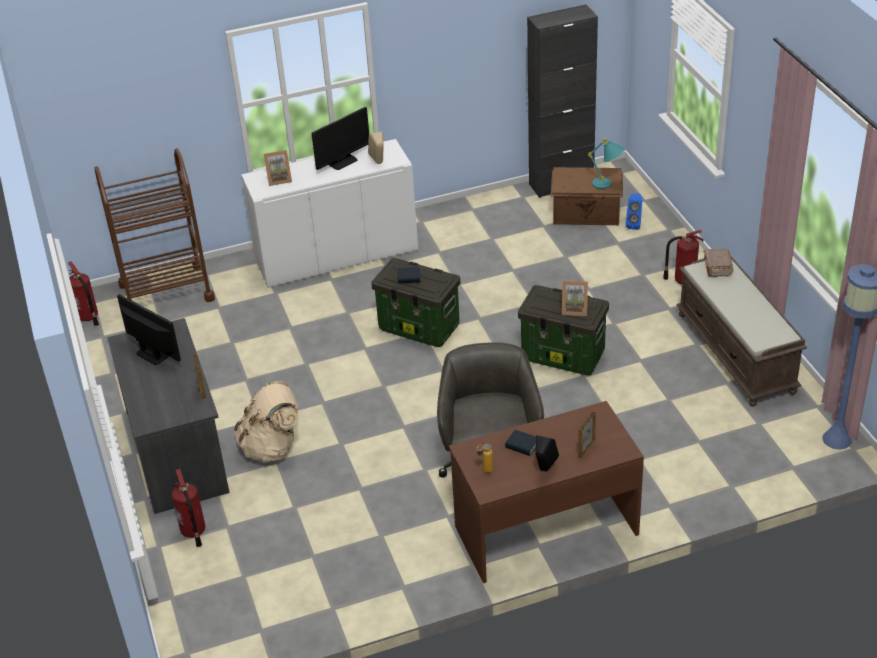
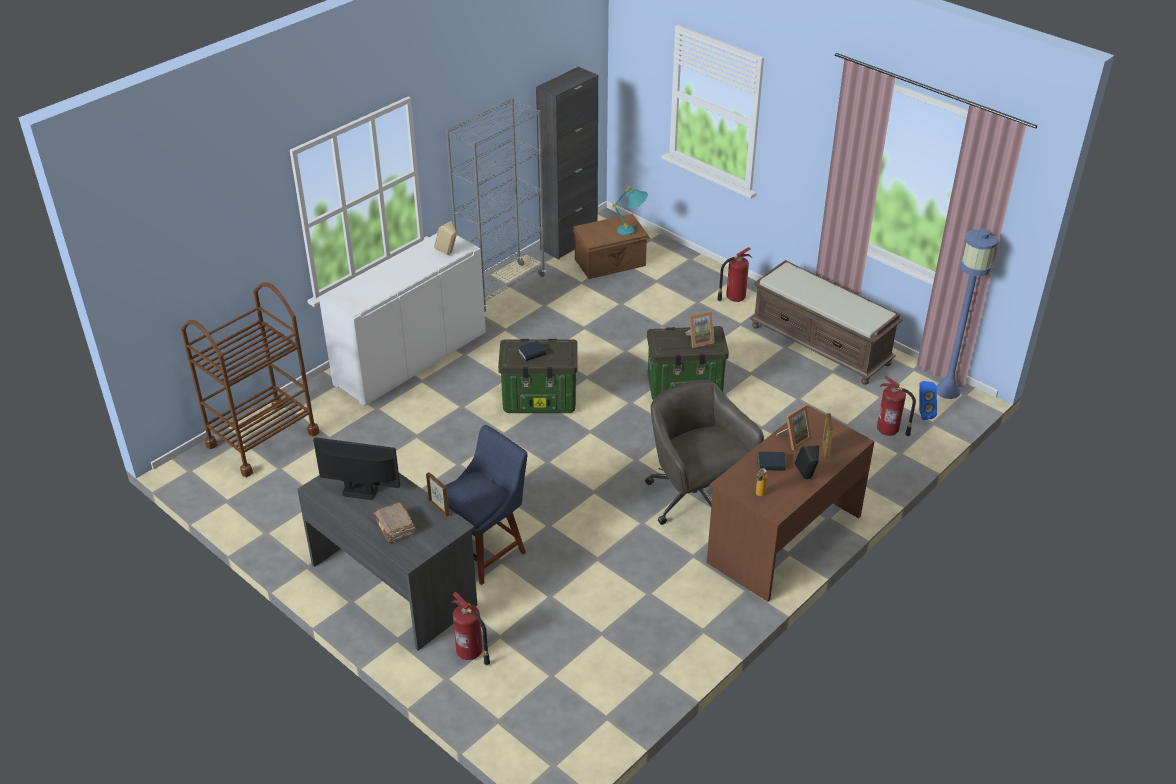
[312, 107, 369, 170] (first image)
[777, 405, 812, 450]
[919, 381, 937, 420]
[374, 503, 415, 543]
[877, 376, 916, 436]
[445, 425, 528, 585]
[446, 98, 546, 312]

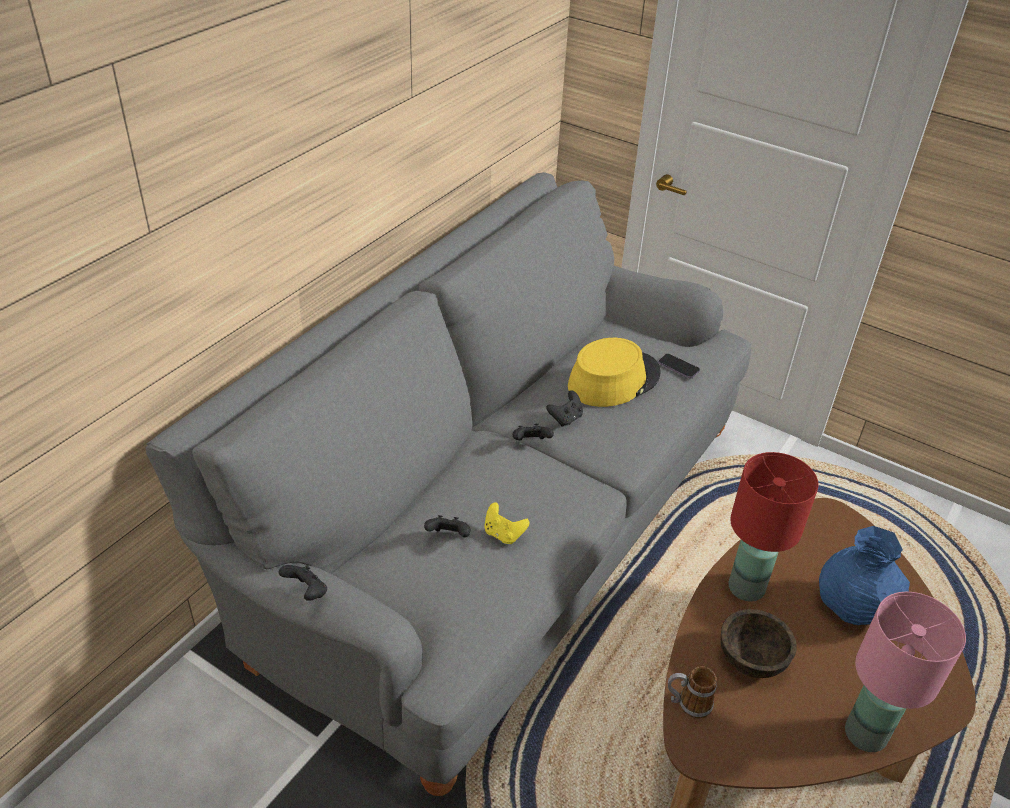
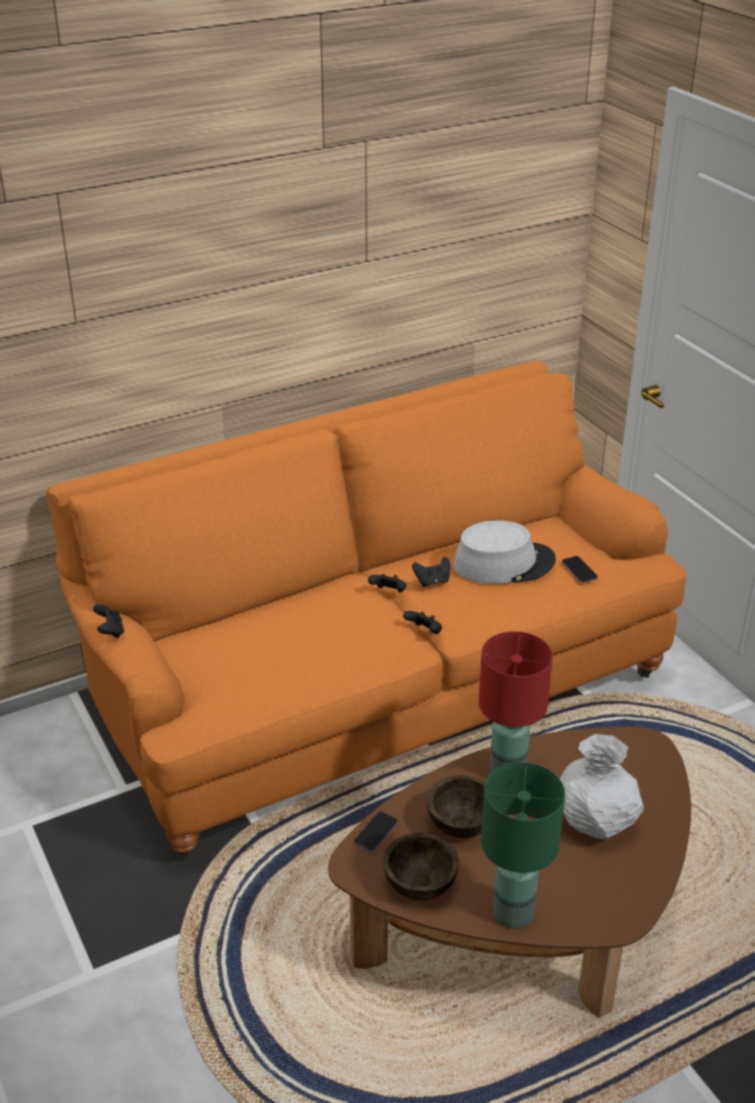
[46, 361, 686, 858]
[453, 520, 556, 584]
[484, 502, 529, 544] (first image)
[403, 611, 442, 634]
[560, 734, 644, 839]
[481, 762, 565, 929]
[354, 812, 398, 852]
[383, 833, 459, 901]

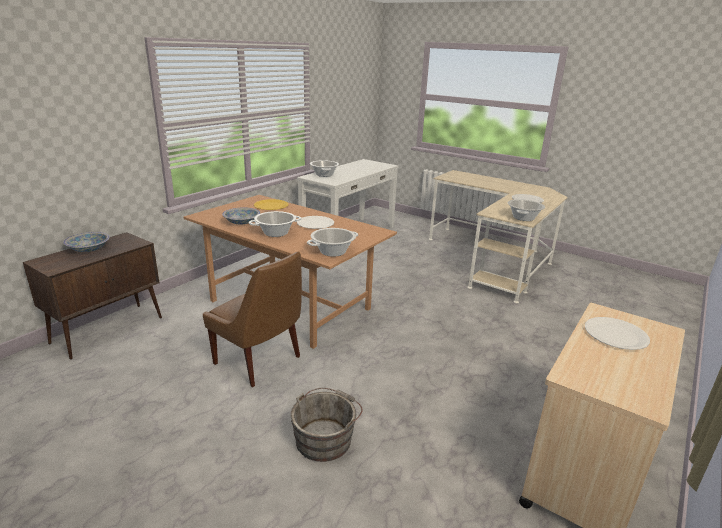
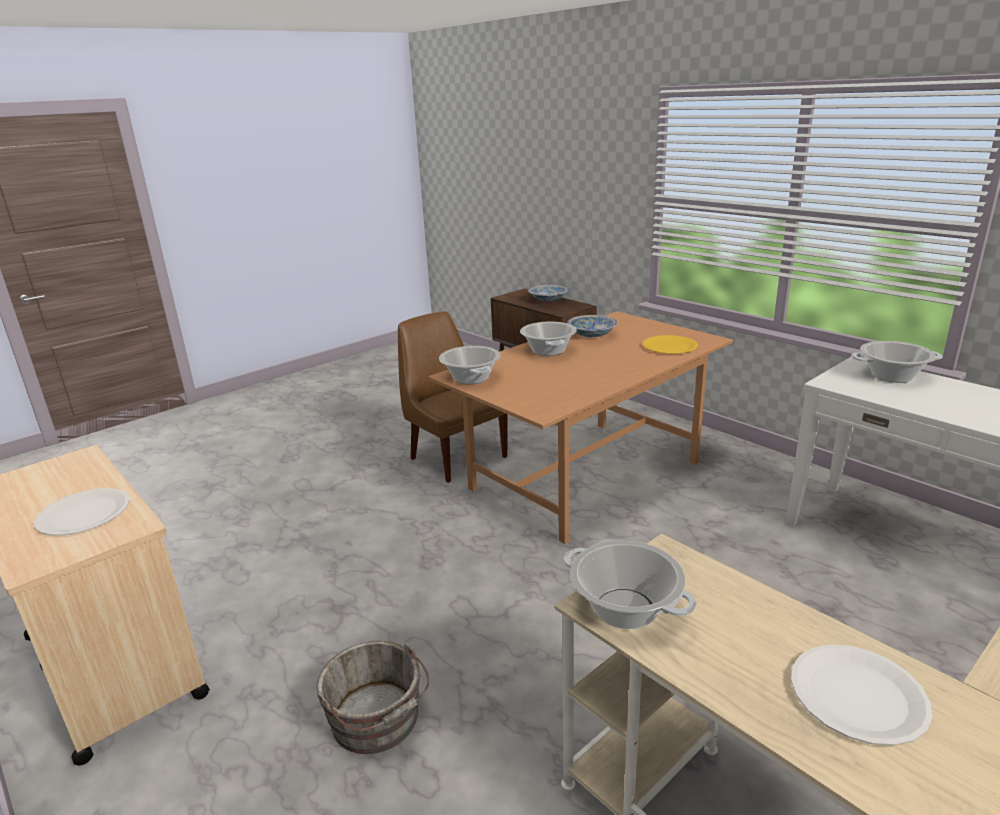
[297, 216, 334, 229] (first image)
[398, 311, 508, 483]
[317, 641, 429, 754]

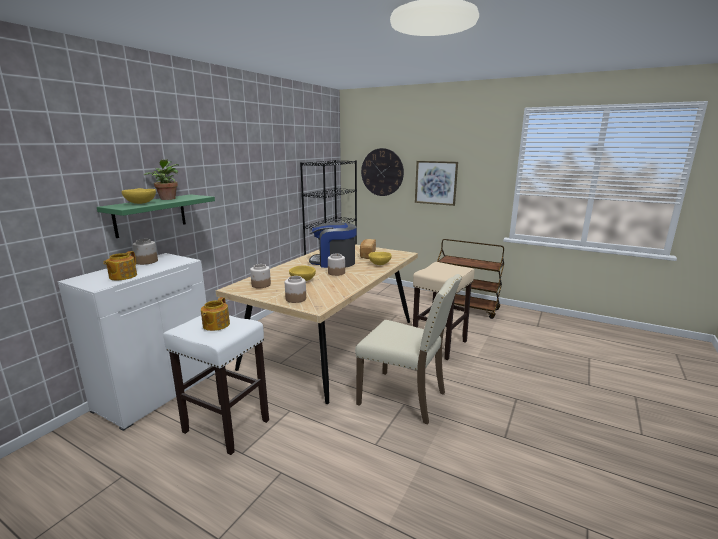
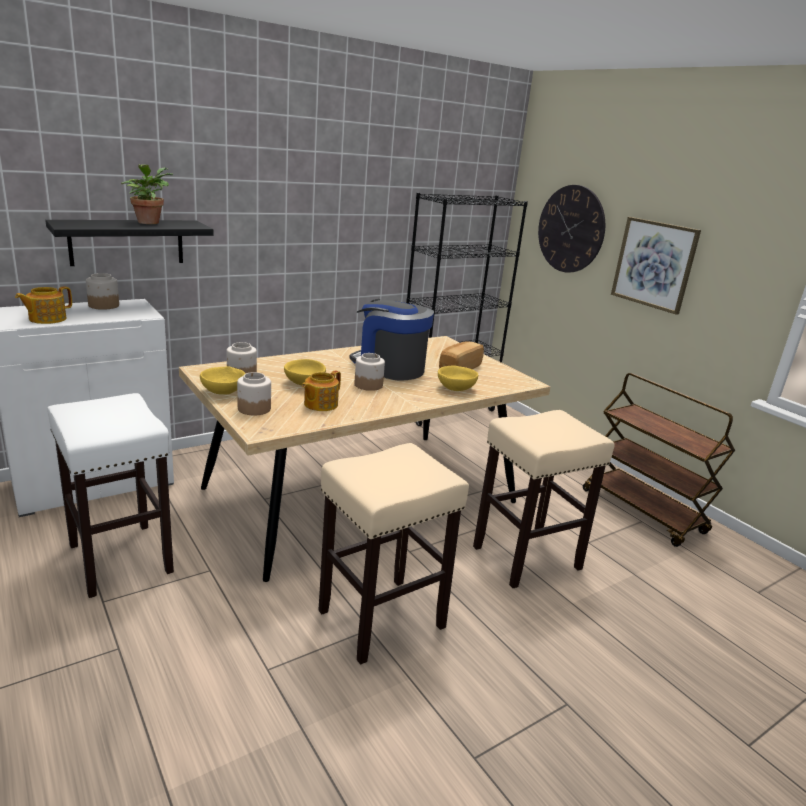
[200, 366, 246, 395]
[45, 220, 214, 266]
[318, 443, 469, 665]
[302, 370, 341, 411]

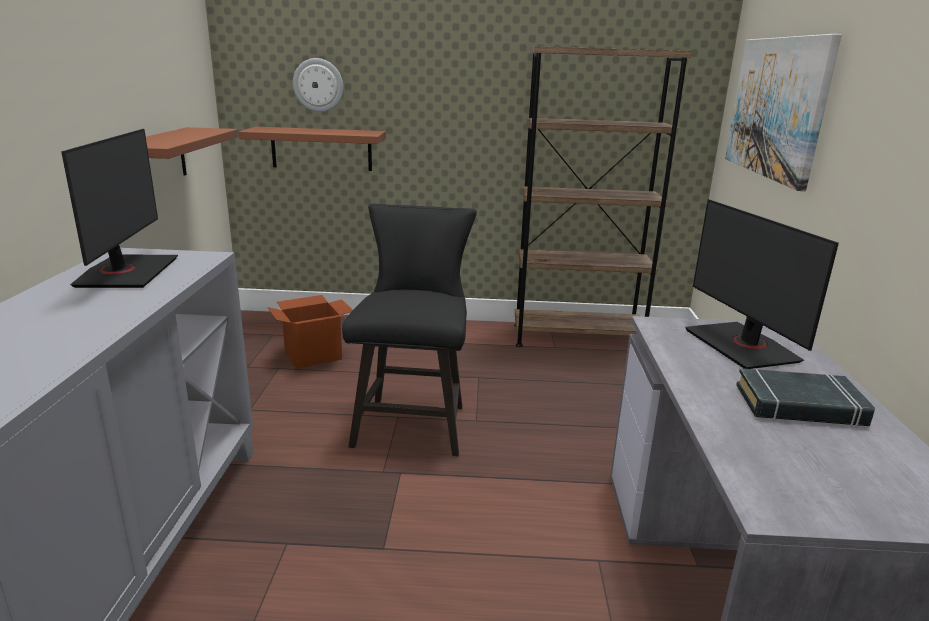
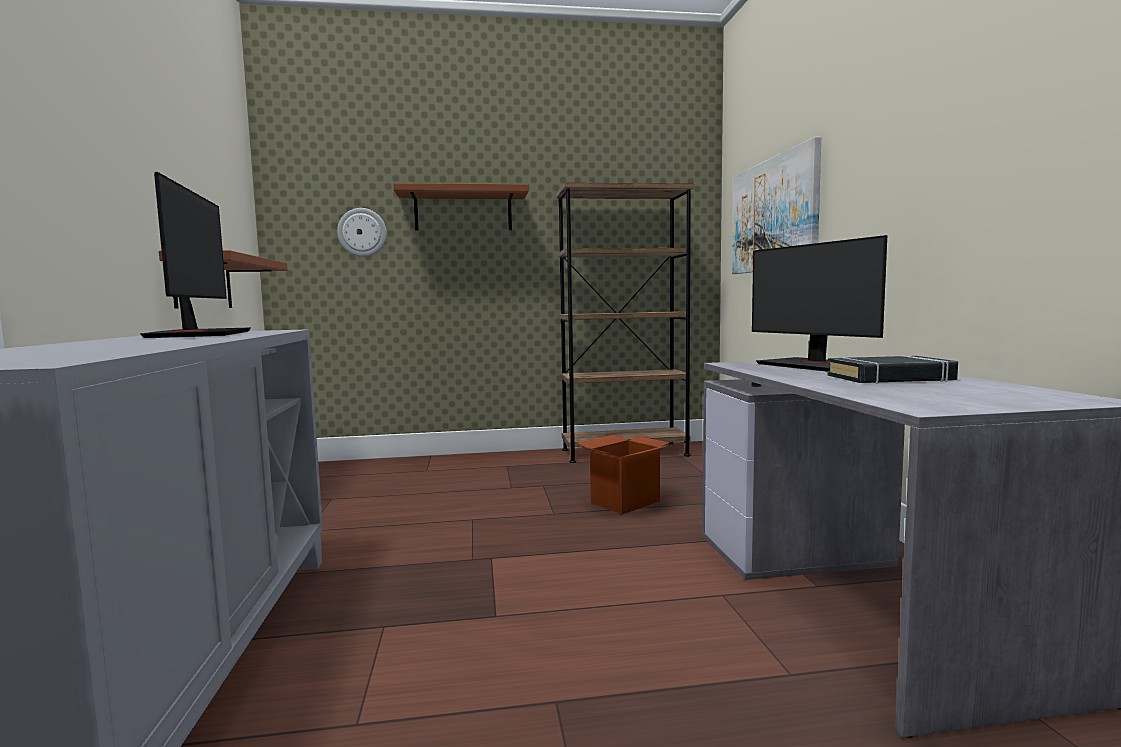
[393, 183, 529, 231]
[342, 204, 477, 456] (first image)
[576, 435, 676, 514]

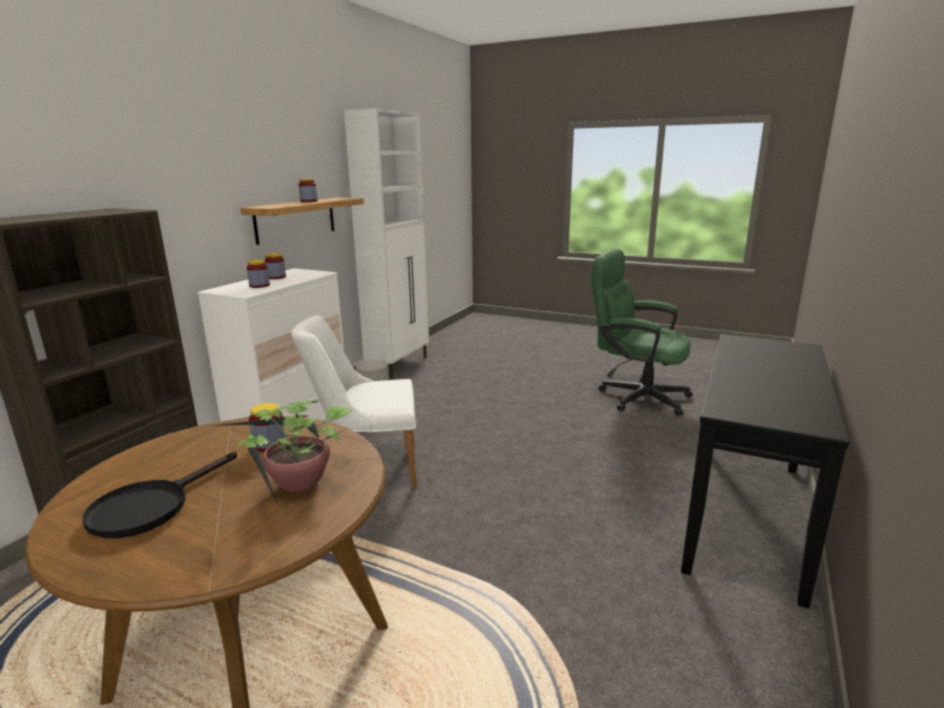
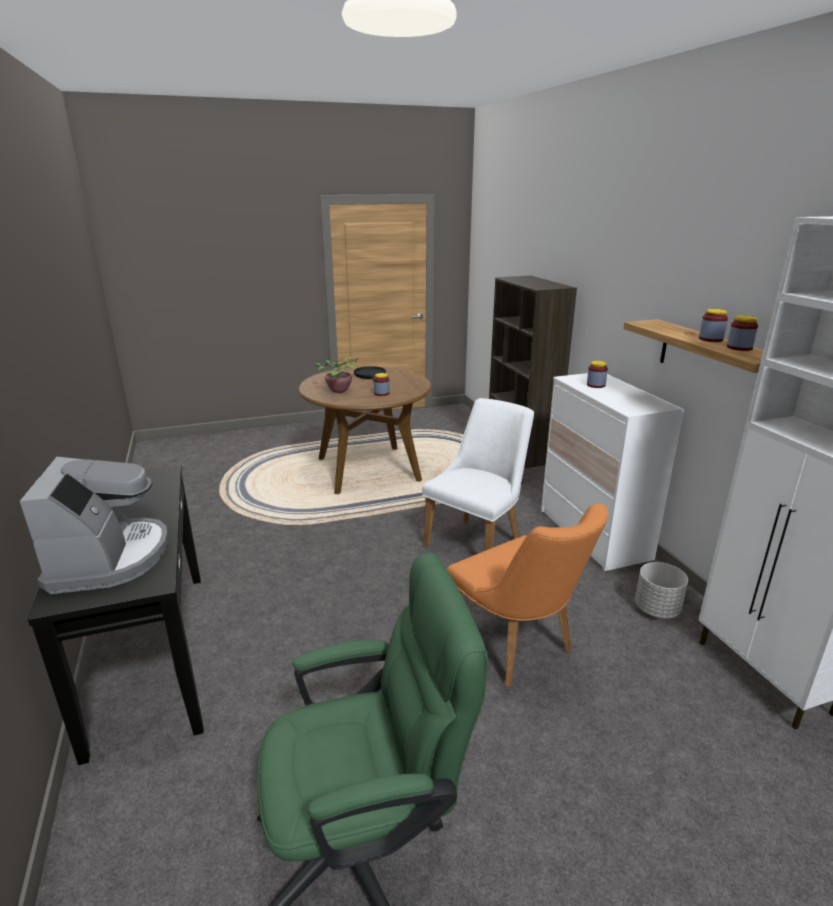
[727, 316, 758, 351]
[20, 457, 169, 594]
[447, 503, 608, 687]

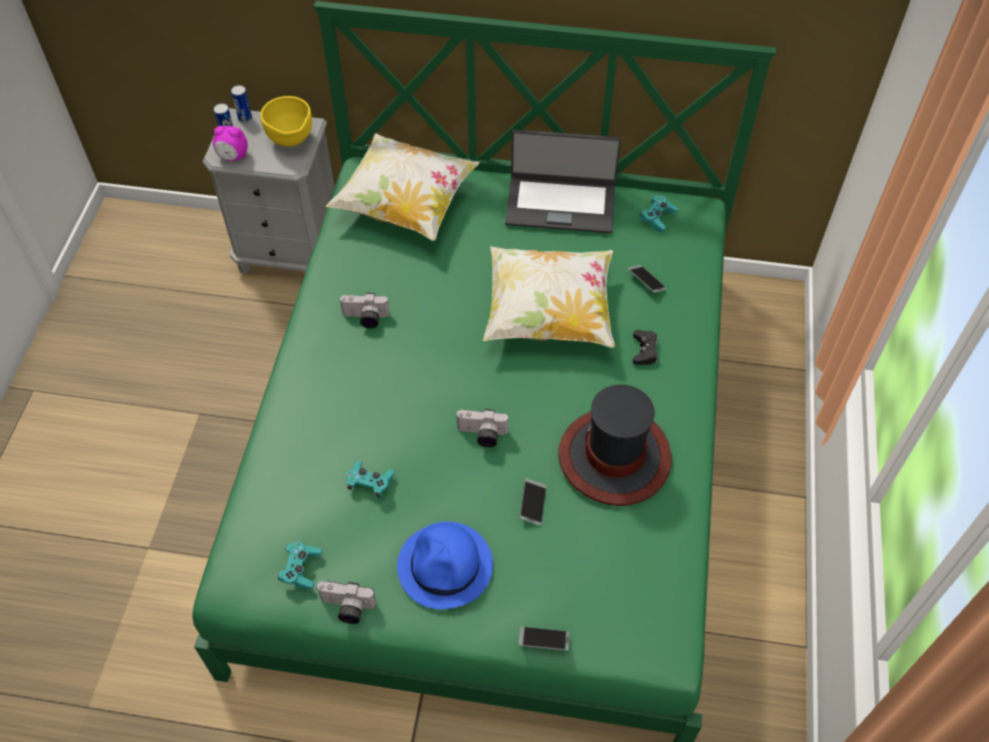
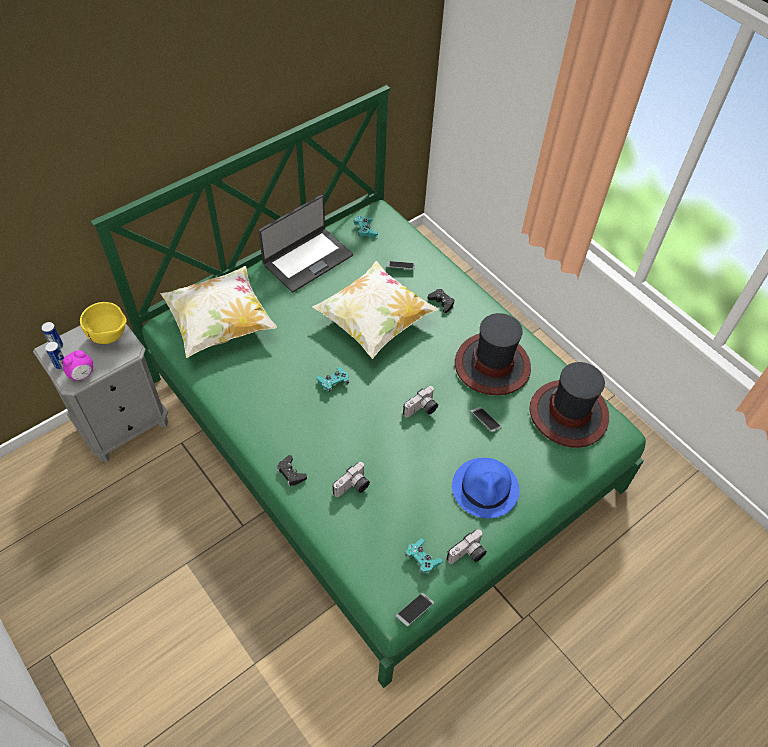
[332, 462, 370, 497]
[316, 367, 349, 393]
[396, 593, 434, 627]
[529, 362, 609, 448]
[277, 455, 307, 486]

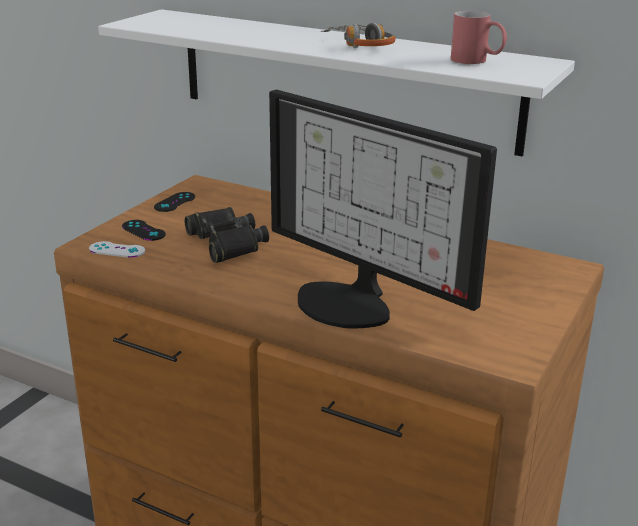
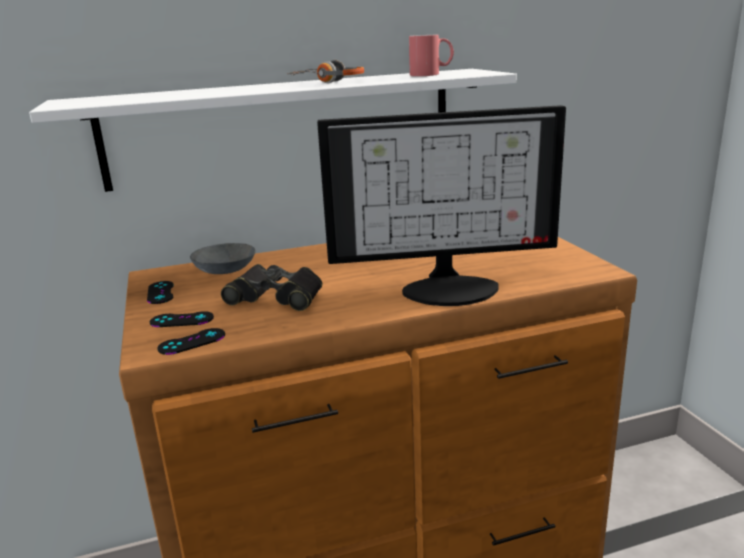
[157, 328, 225, 355]
[190, 243, 256, 274]

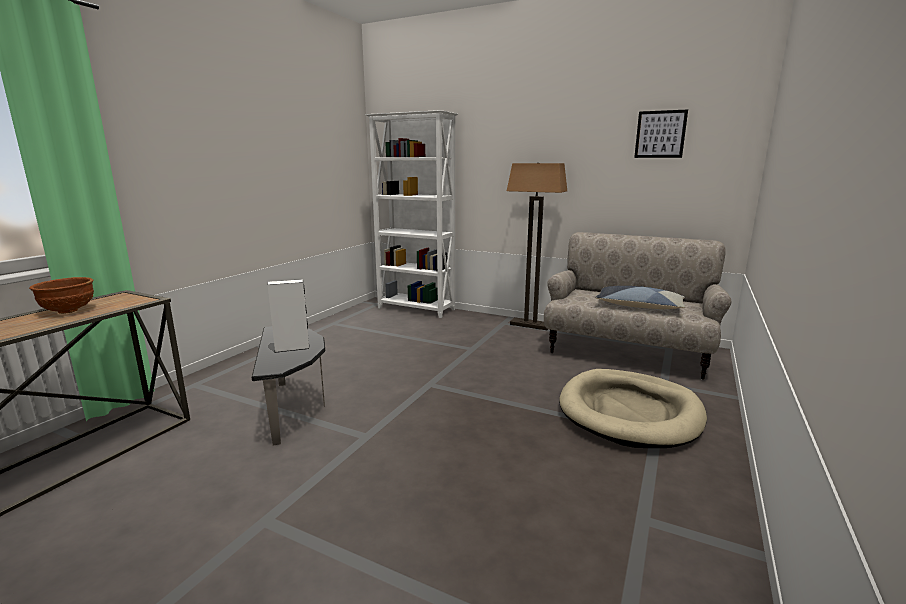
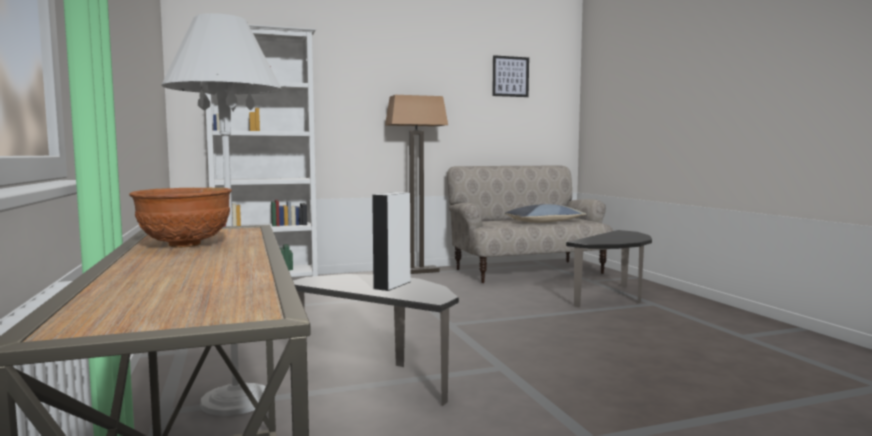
[566, 230, 652, 308]
[161, 13, 282, 416]

